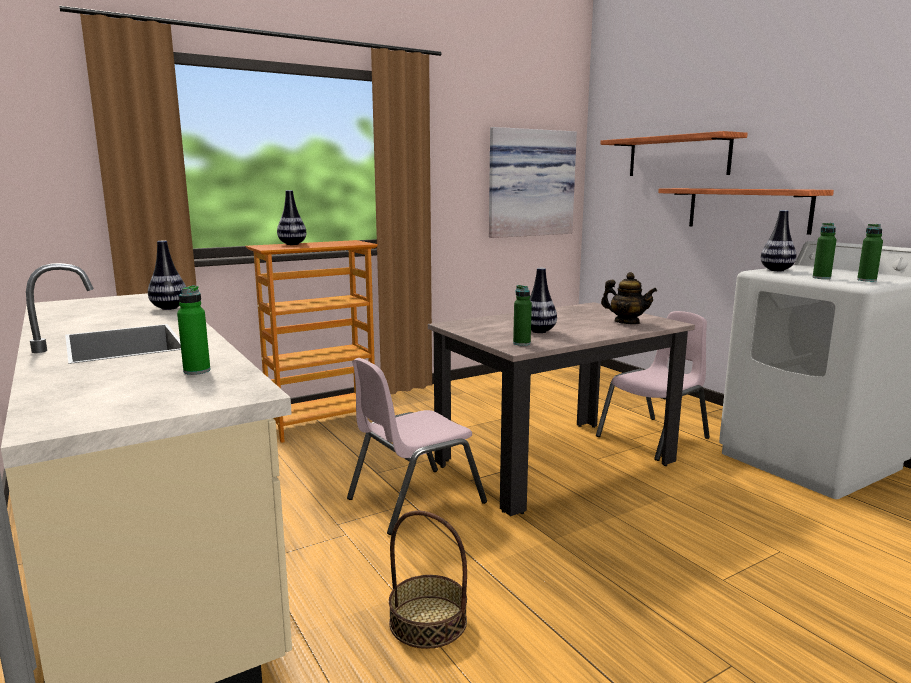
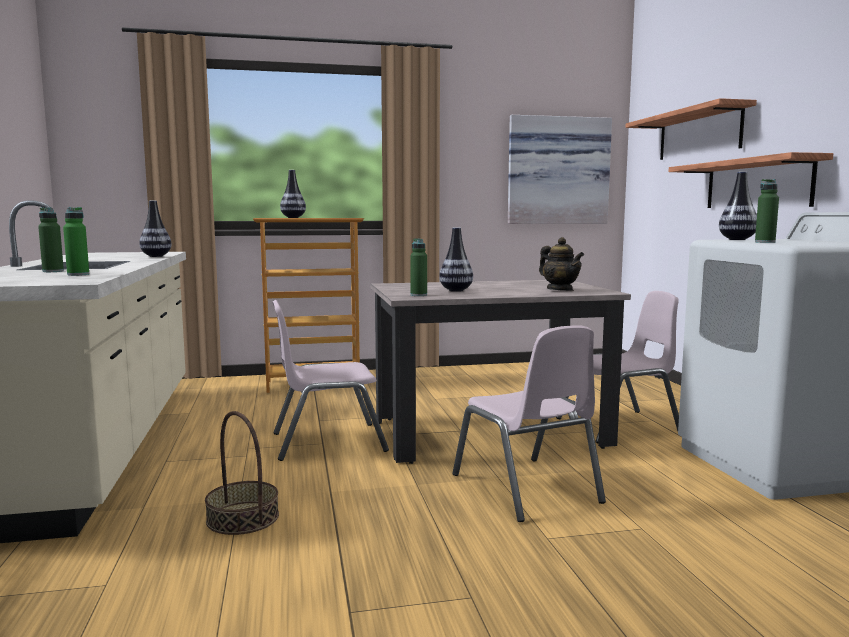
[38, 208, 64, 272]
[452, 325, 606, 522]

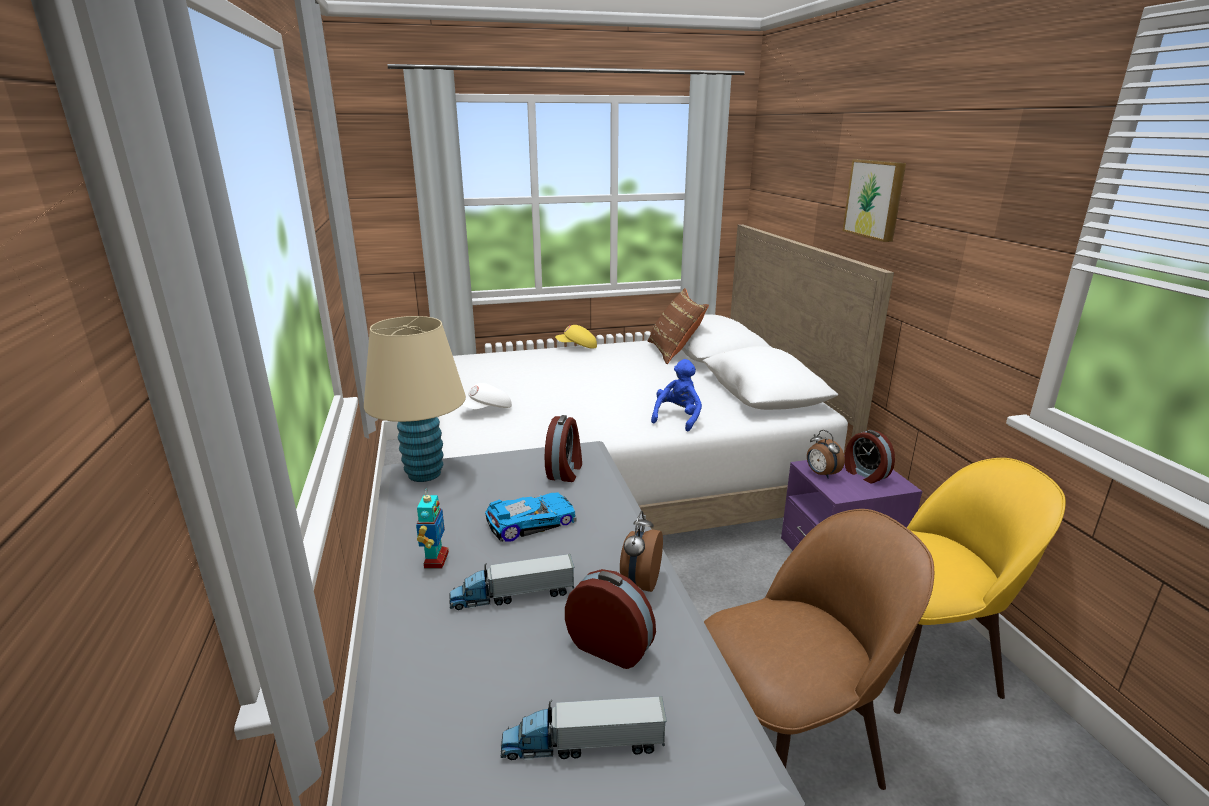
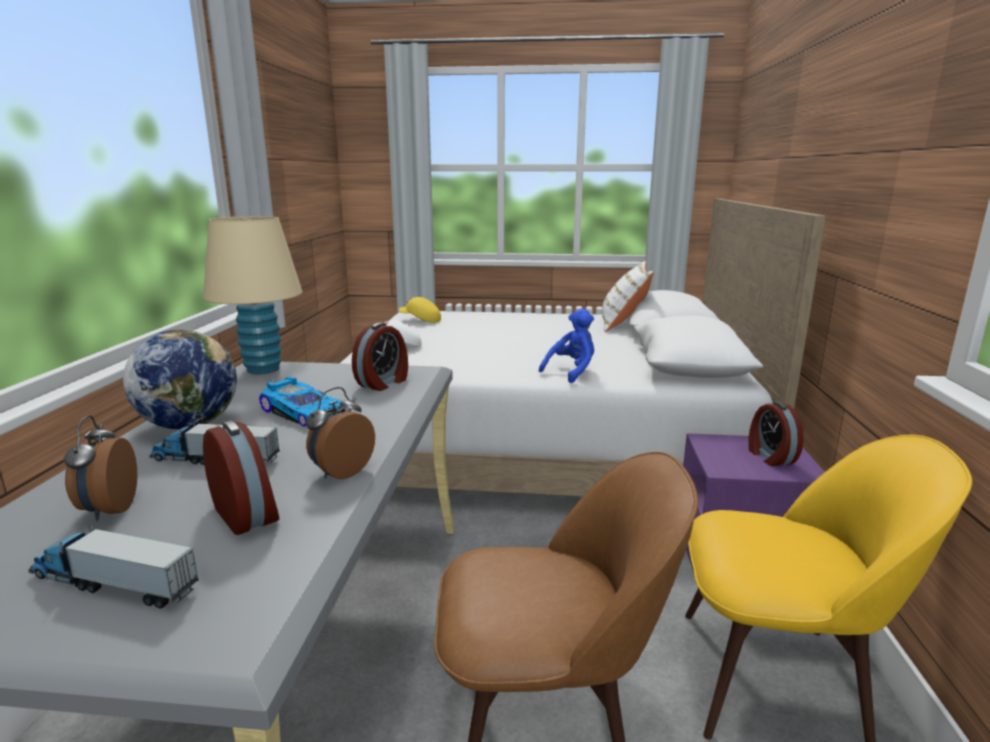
[843, 159, 906, 242] (first image)
[602, 261, 654, 332]
[399, 297, 441, 323]
[64, 415, 137, 521]
[123, 330, 237, 429]
[259, 376, 347, 427]

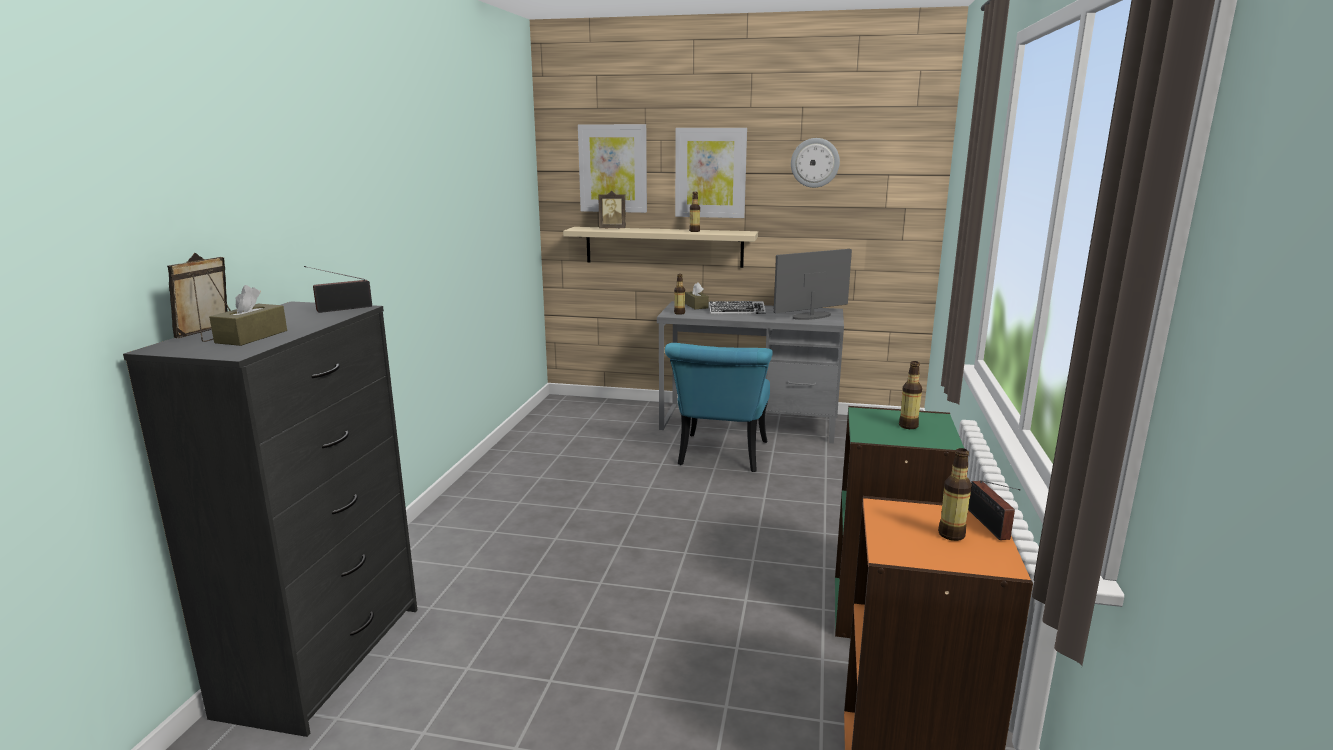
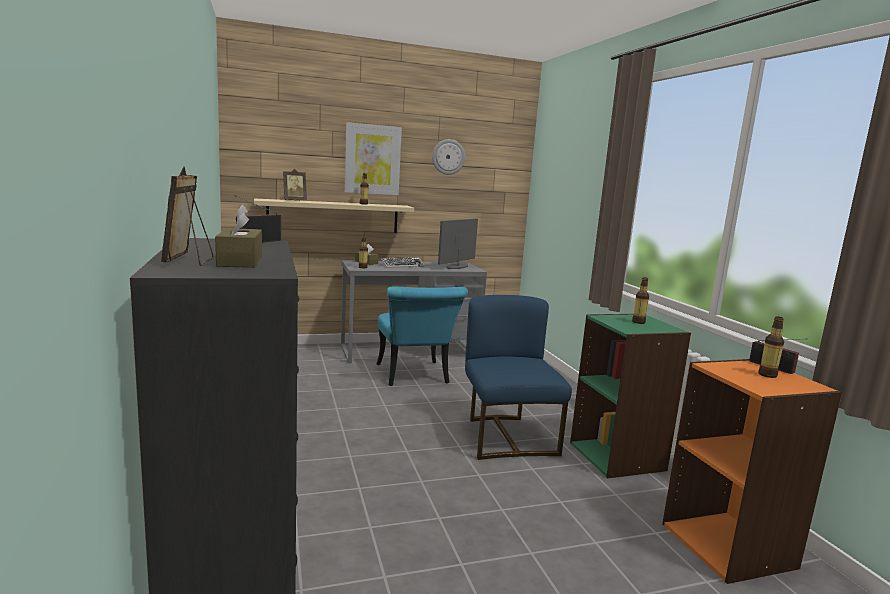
[578, 124, 647, 213] (first image)
[465, 295, 572, 460]

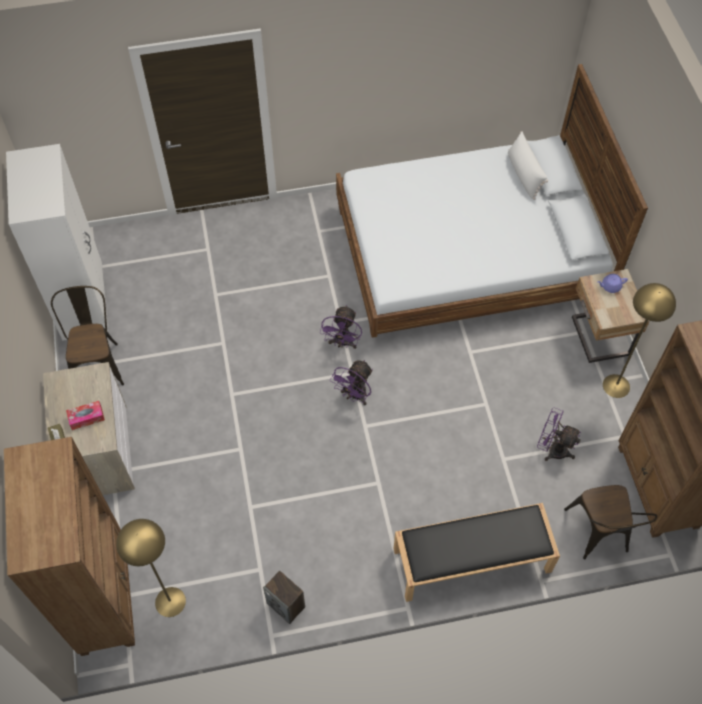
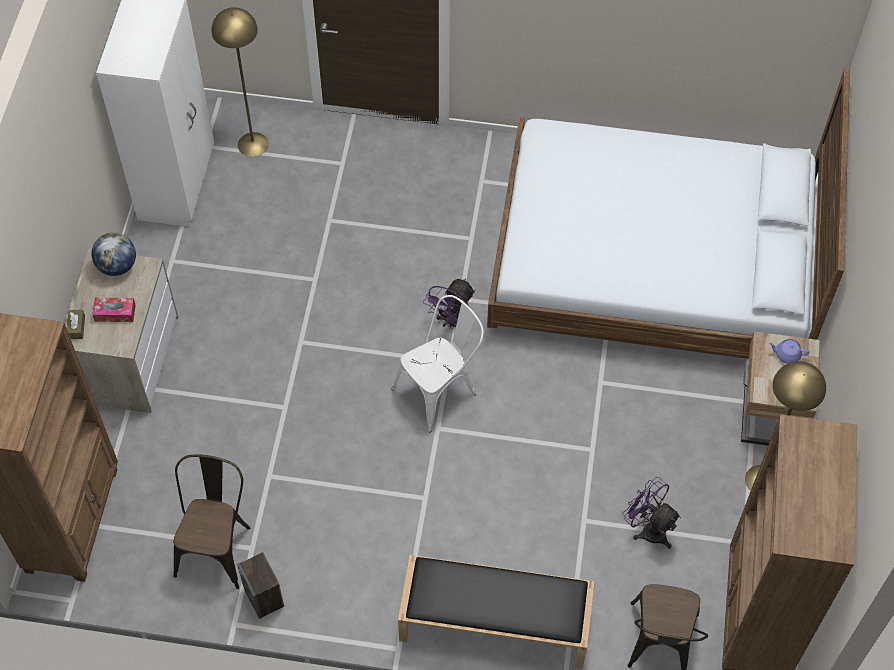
[508, 131, 548, 200] (first image)
[173, 454, 250, 589]
[391, 295, 484, 432]
[212, 7, 269, 157]
[91, 232, 136, 276]

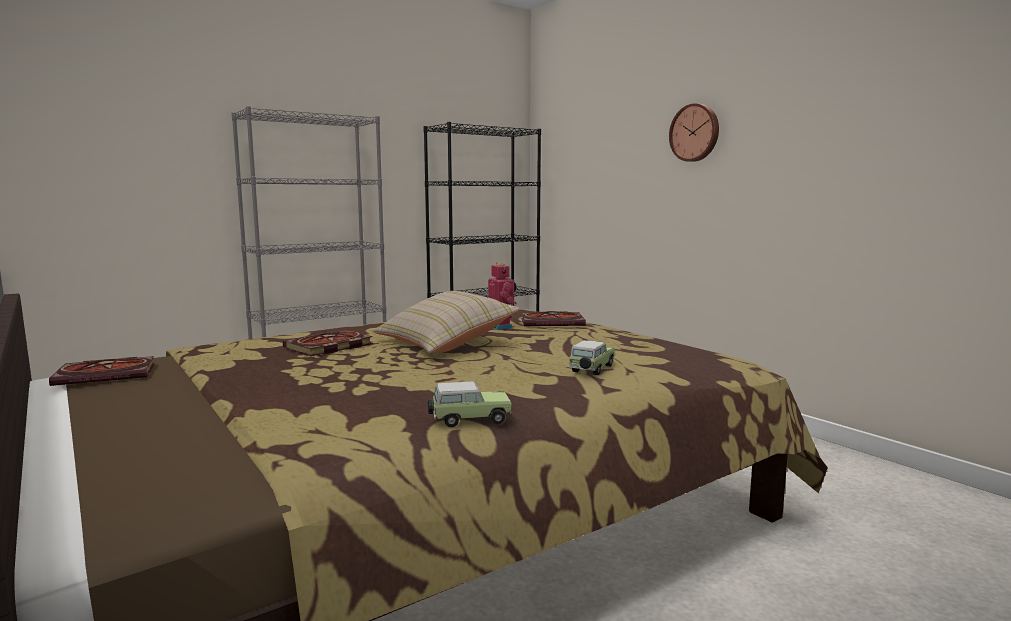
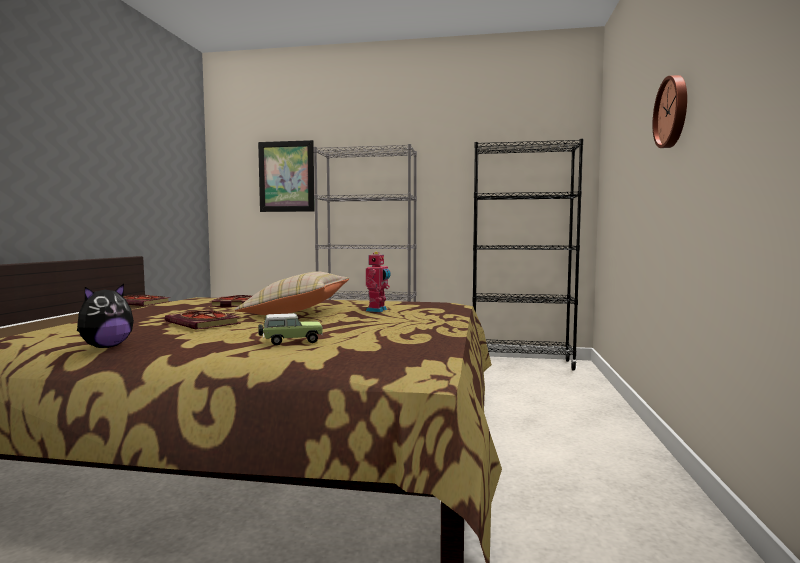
[165, 310, 241, 329]
[77, 284, 134, 348]
[258, 140, 315, 212]

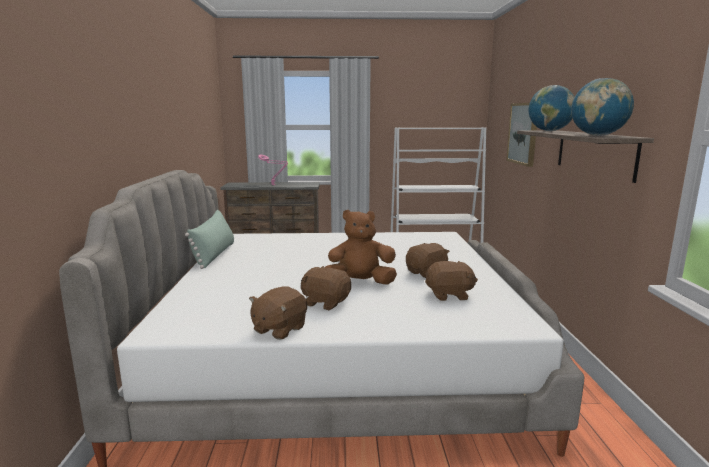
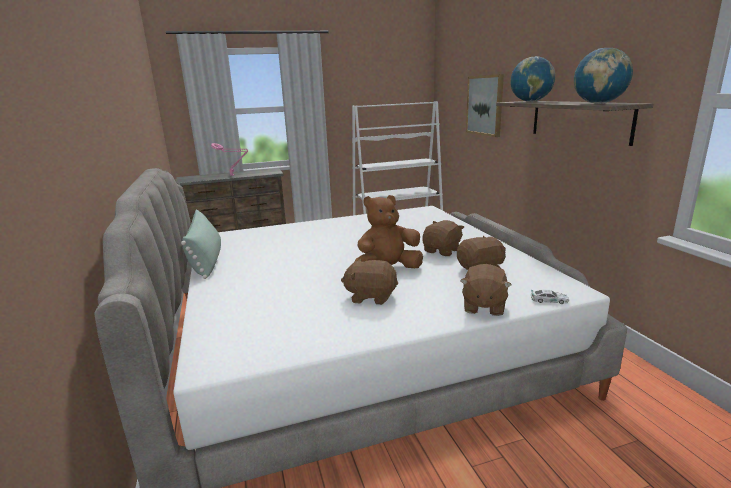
[460, 264, 512, 316]
[531, 290, 569, 304]

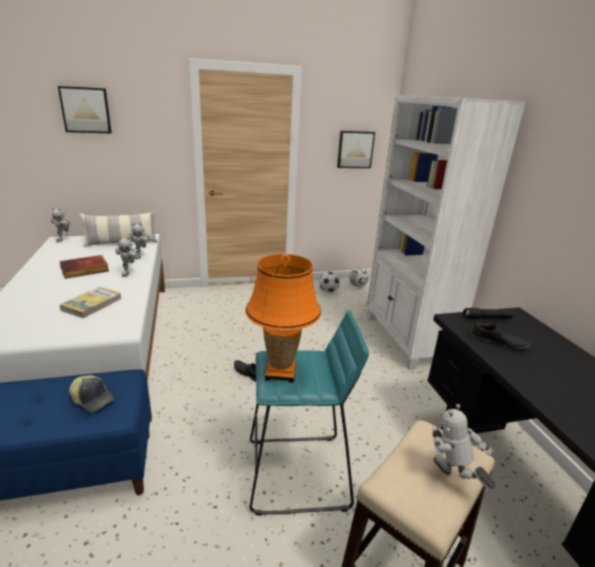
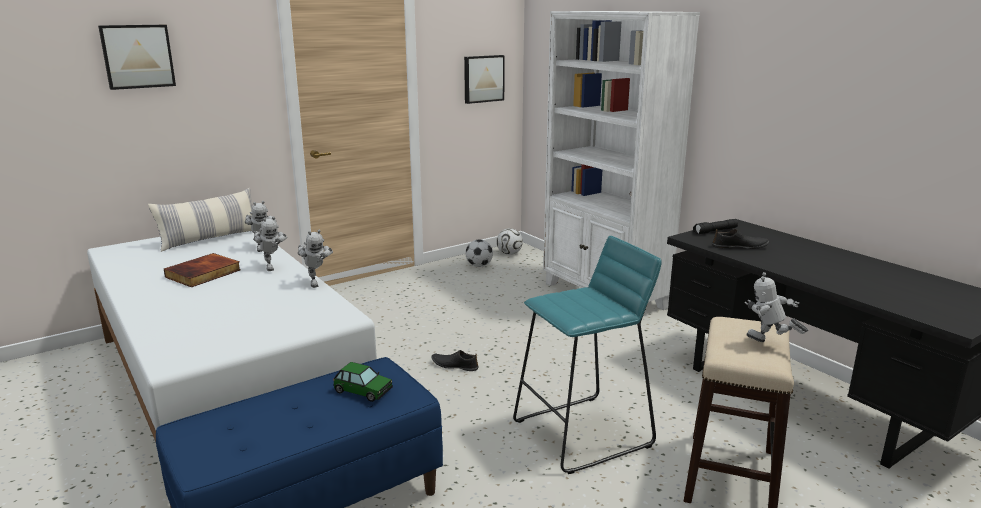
[298, 230, 333, 288]
[245, 254, 321, 383] (first image)
[60, 287, 122, 318] (first image)
[333, 362, 393, 402]

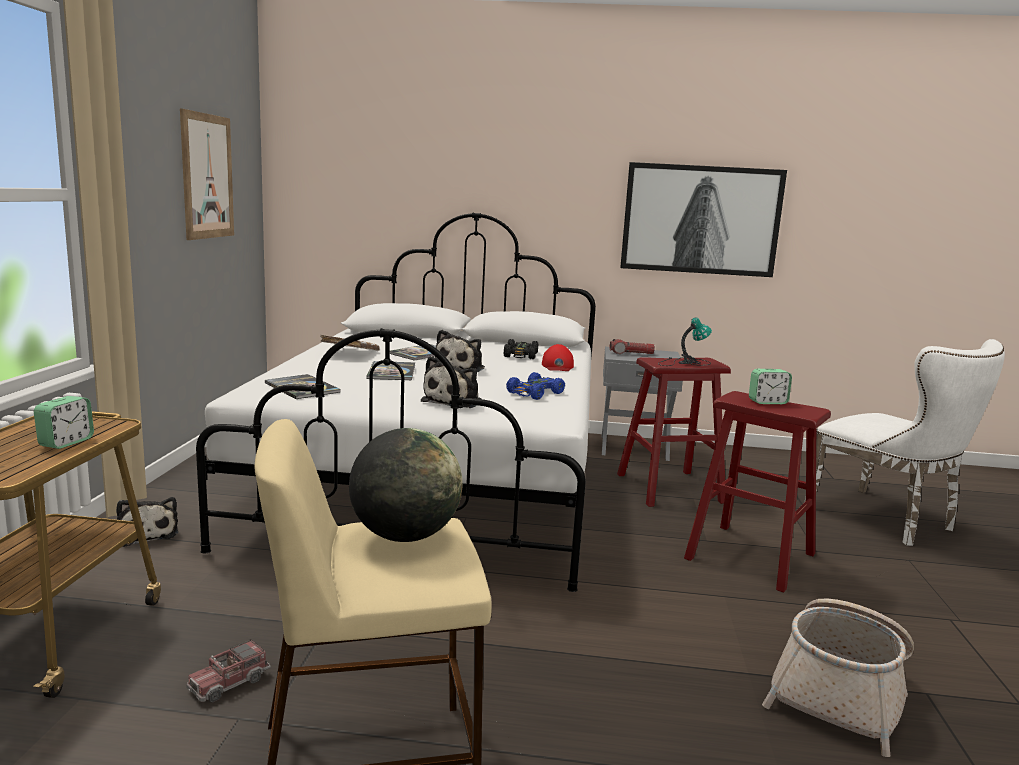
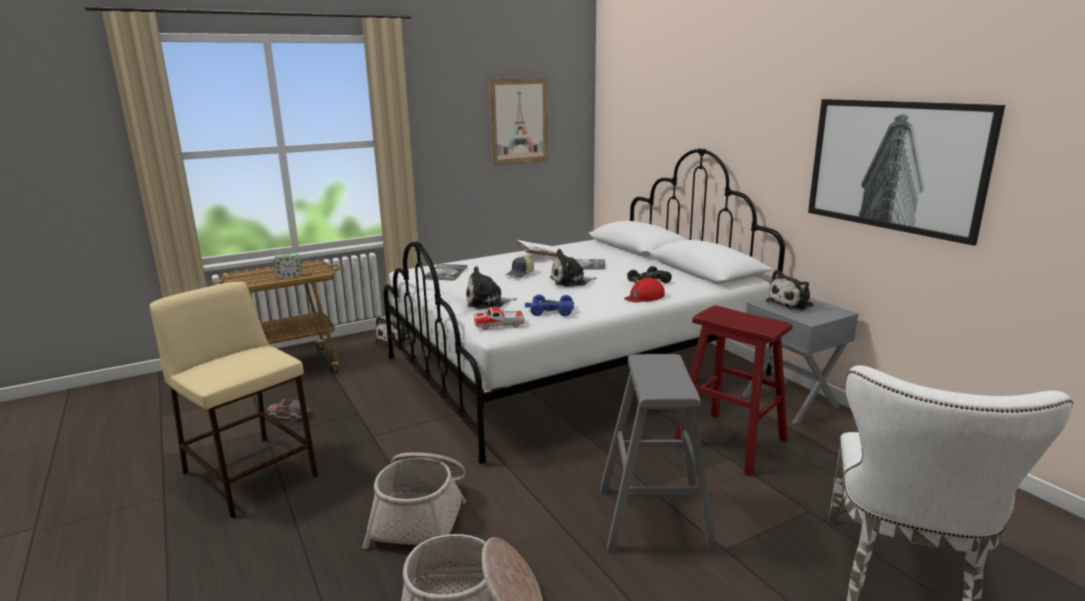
[658, 317, 712, 366] (first image)
[766, 270, 814, 310]
[506, 256, 534, 278]
[749, 369, 792, 404] (first image)
[600, 354, 717, 551]
[349, 428, 463, 542] (first image)
[474, 307, 525, 330]
[363, 452, 466, 549]

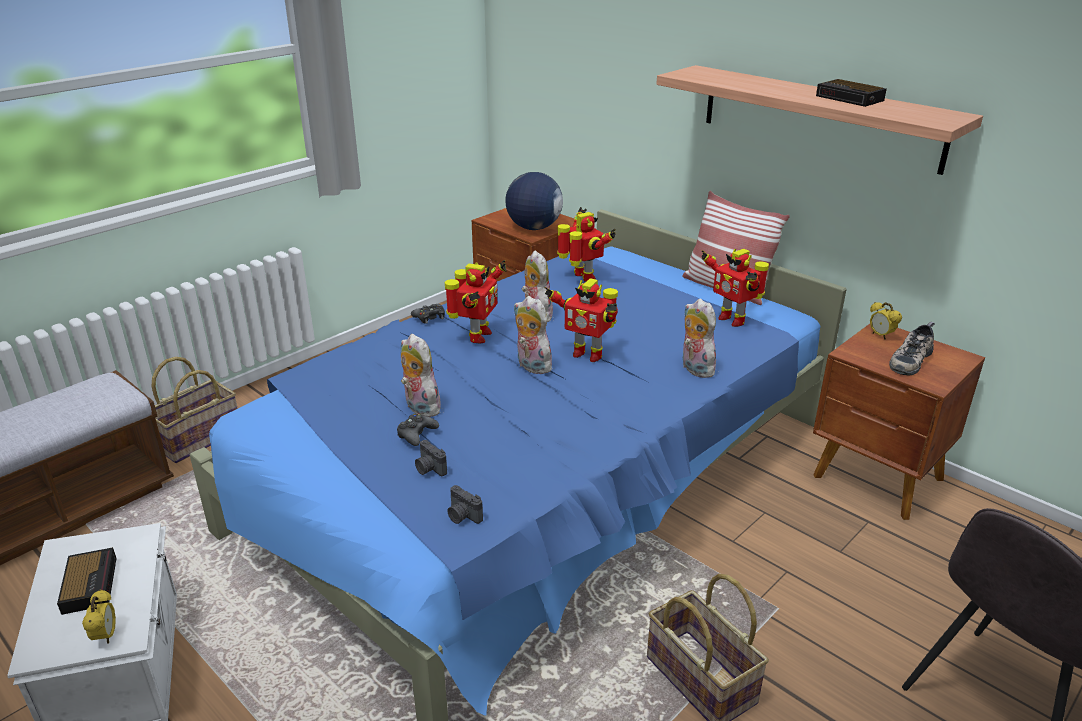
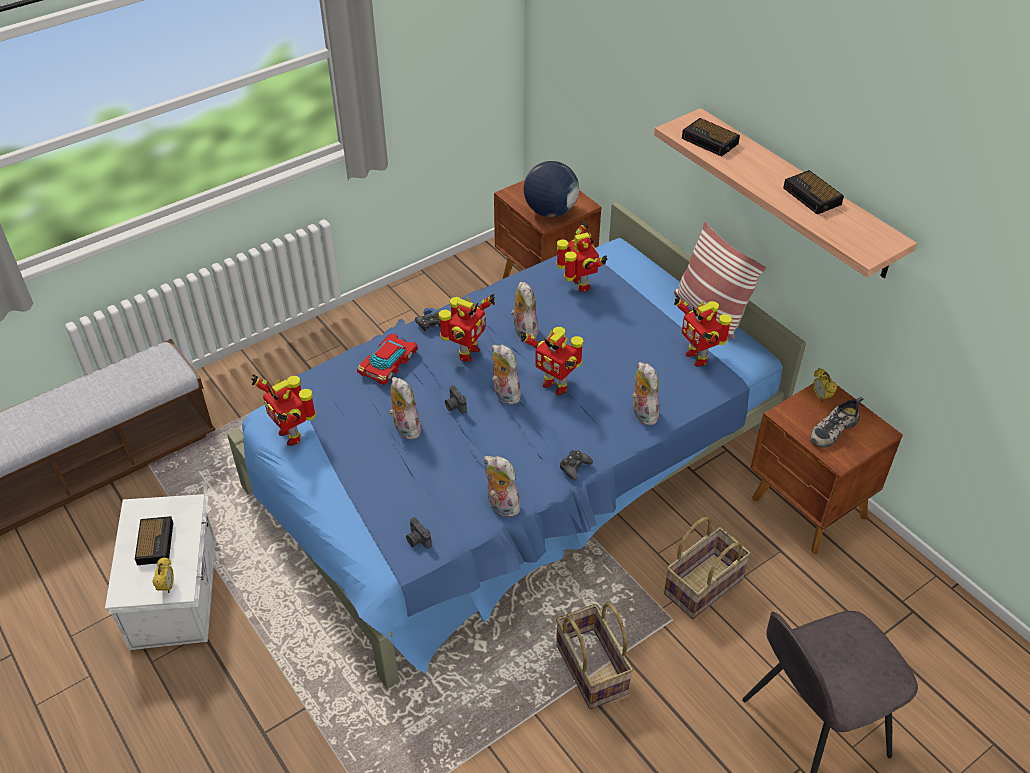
[664, 517, 751, 619]
[560, 450, 593, 480]
[445, 385, 467, 414]
[682, 118, 740, 157]
[357, 333, 418, 385]
[251, 374, 316, 446]
[483, 456, 520, 517]

